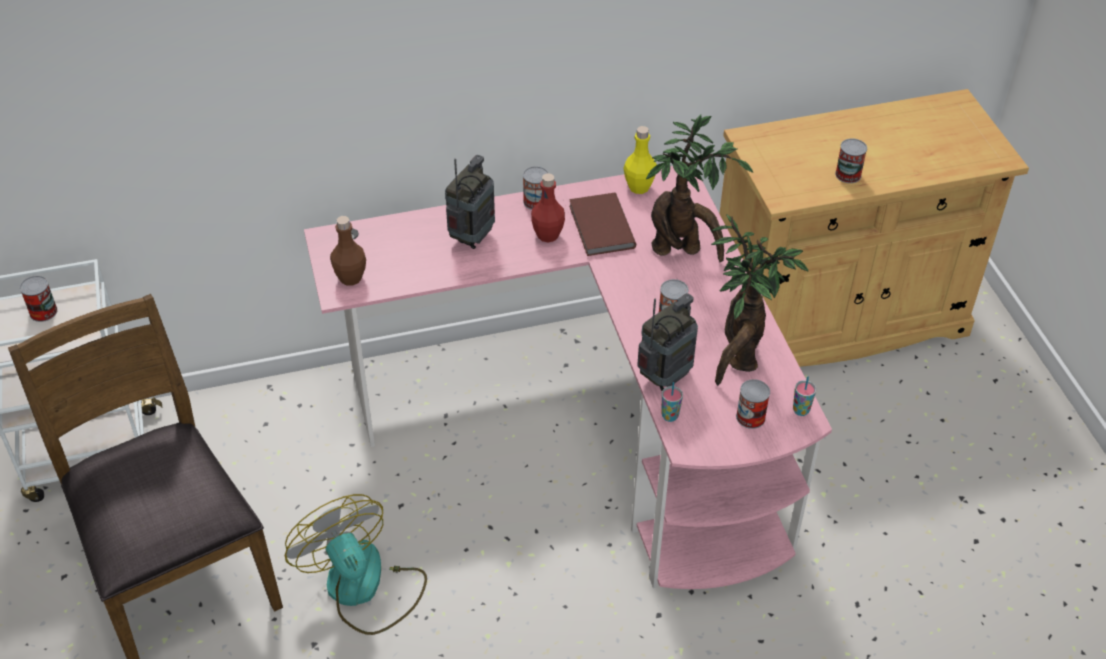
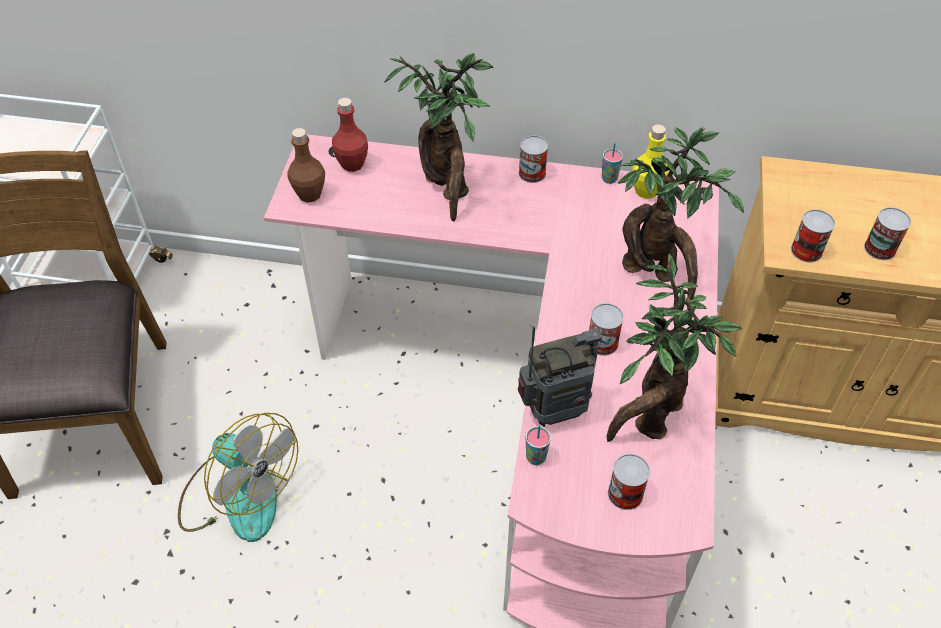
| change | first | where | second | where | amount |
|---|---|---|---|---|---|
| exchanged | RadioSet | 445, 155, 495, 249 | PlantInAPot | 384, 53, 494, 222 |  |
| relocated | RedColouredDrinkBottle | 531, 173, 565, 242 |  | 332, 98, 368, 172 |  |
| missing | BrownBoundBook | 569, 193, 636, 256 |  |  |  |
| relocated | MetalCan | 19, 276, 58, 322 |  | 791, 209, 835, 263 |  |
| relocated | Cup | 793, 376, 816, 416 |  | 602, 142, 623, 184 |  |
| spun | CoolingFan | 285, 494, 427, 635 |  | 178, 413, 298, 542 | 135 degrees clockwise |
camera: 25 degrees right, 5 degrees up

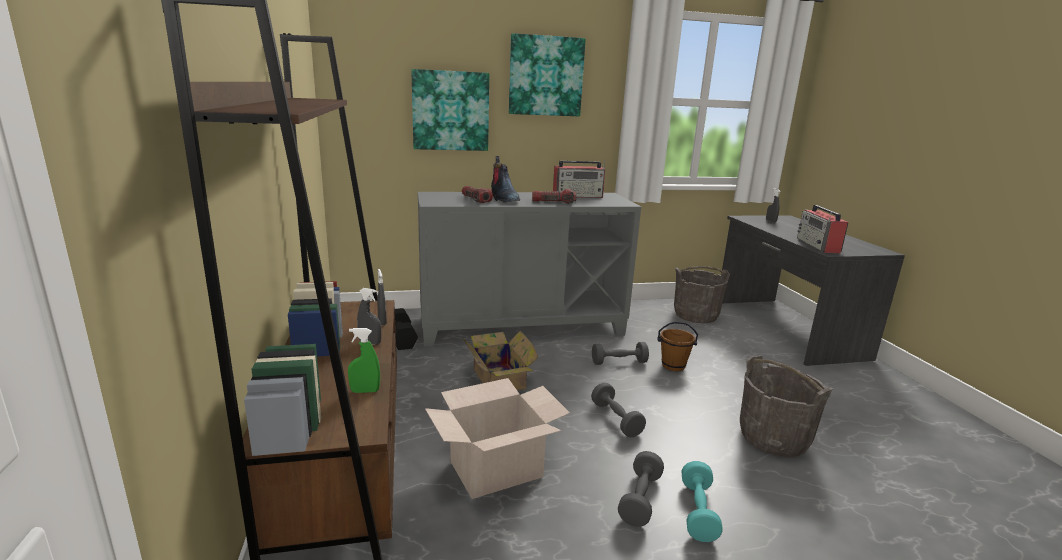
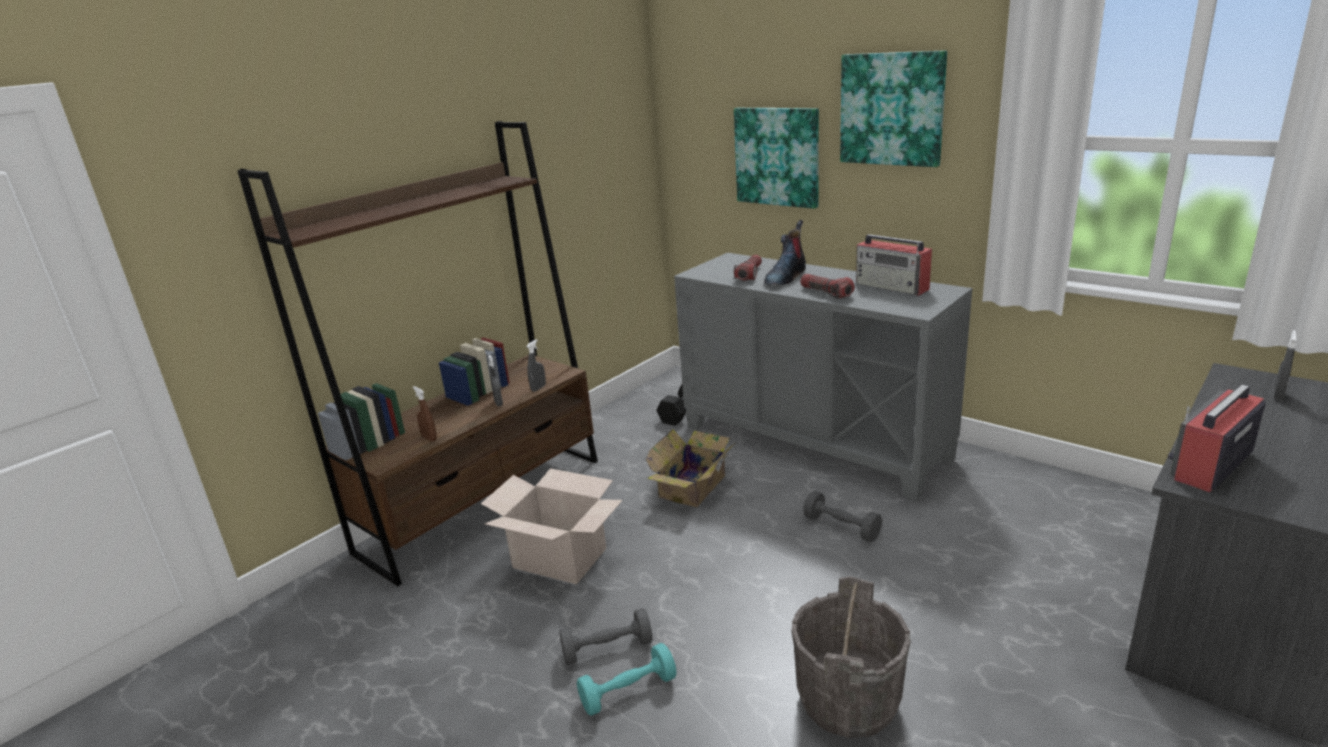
| change | first | where | second | where | amount |
|---|---|---|---|---|---|
| missing | GreyPail | 674, 266, 730, 323 |  |  |  |
| missing | BrownPail | 657, 322, 698, 371 |  |  |  |
| colour | GreenishSprayer | 348, 328, 380, 393 | BrownSprayer | 413, 386, 437, 441 |  |
| missing | GreyFreeWeight | 591, 383, 646, 437 |  |  |  |
camera: 55 degrees right, 5 degrees up

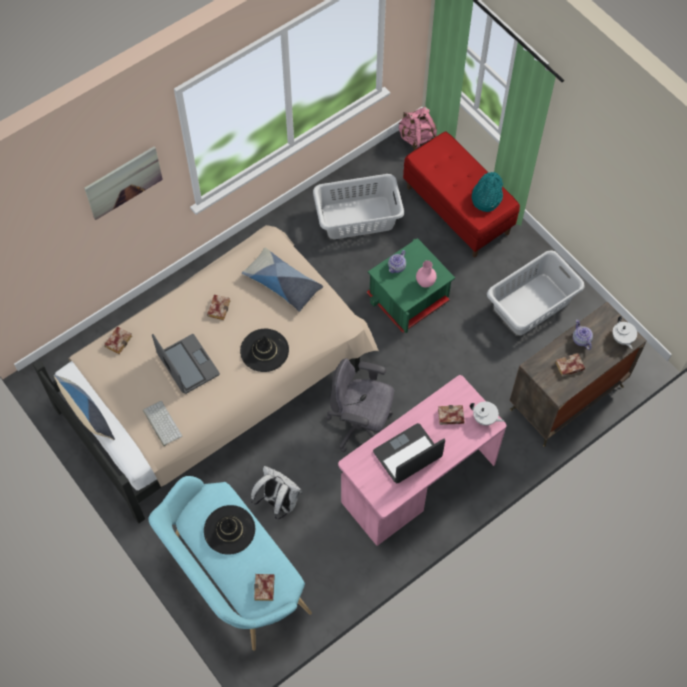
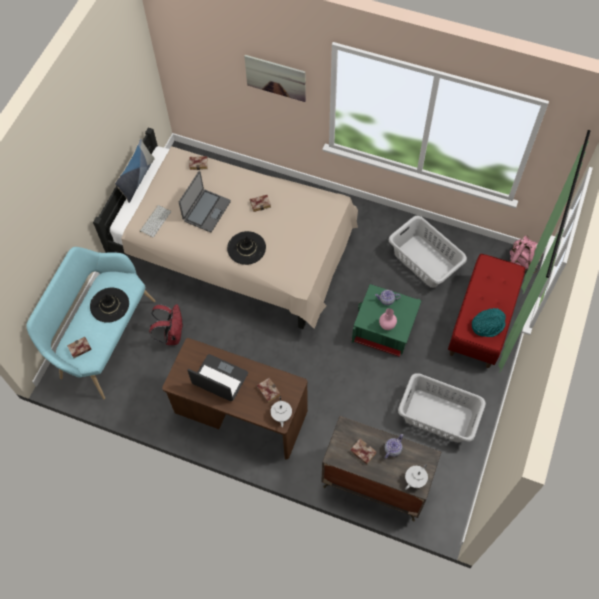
| change | first | where | second | where | amount |
|---|---|---|---|---|---|
| missing | Cushion | 242, 248, 323, 312 |  |  |  |
| missing | GreyOfficeChair | 326, 358, 394, 452 |  |  |  |
| colour | PinkDeskUnit | 338, 375, 507, 546 | BrownDeskUnit | 162, 338, 308, 460 |  |
| colour | WhitishKnapsack | 251, 466, 302, 519 | RedColouredKnapsack | 149, 304, 183, 345 |  |
camera: 60 degrees right, 0 degrees up

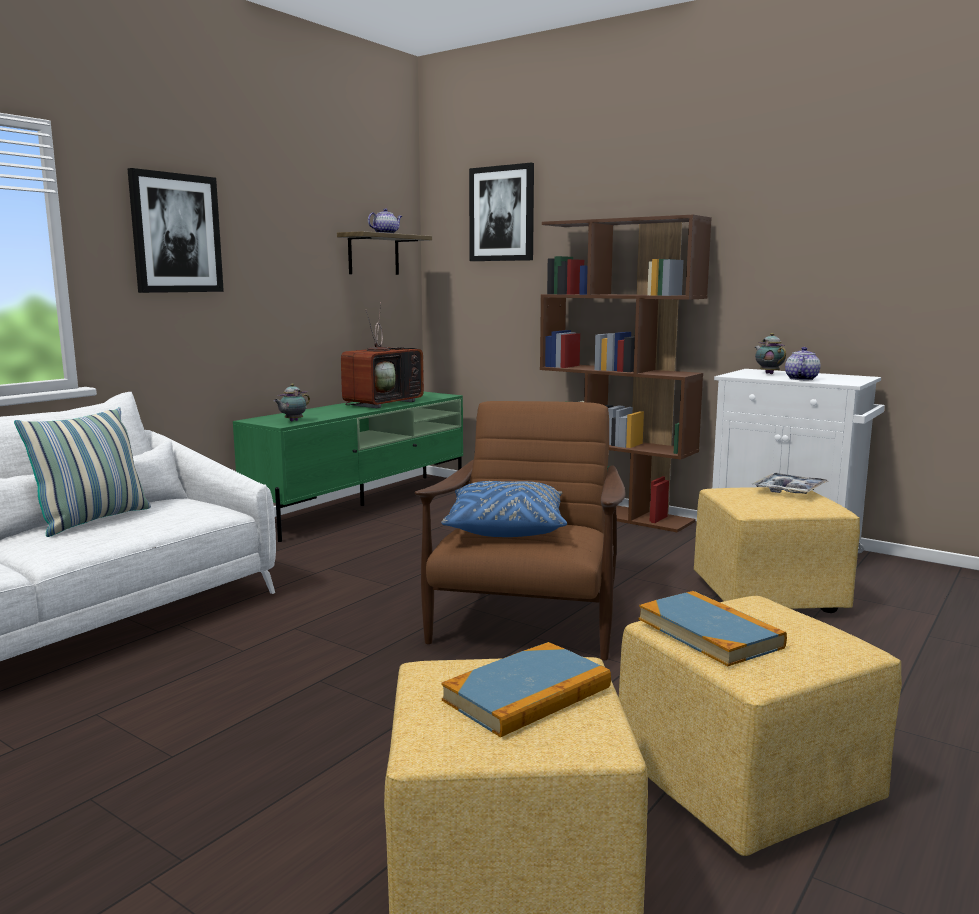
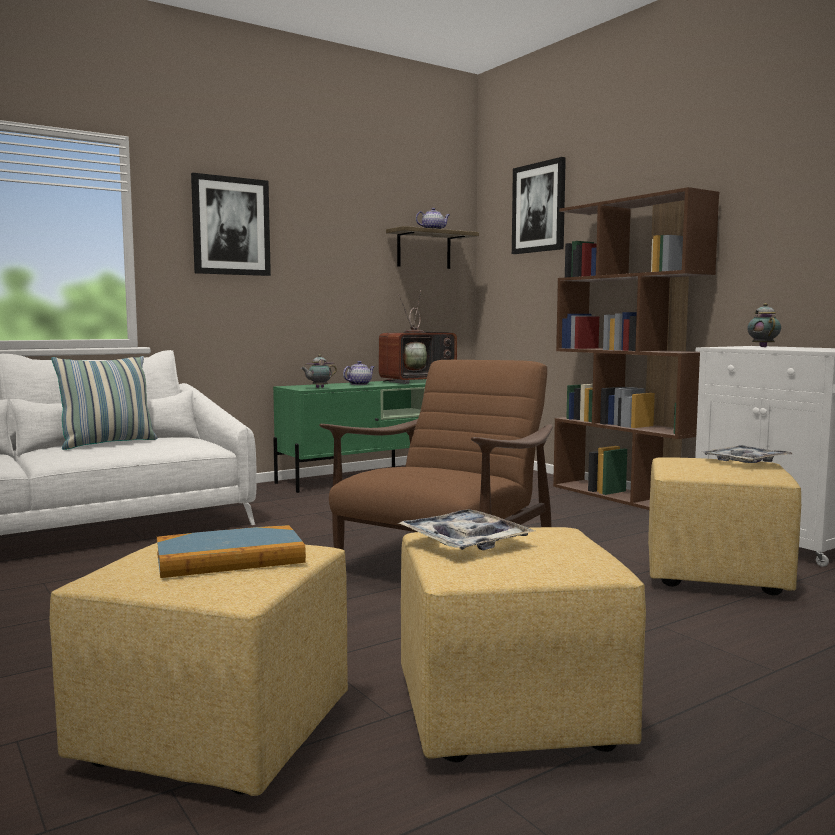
| change | first | where | second | where | amount |
|---|---|---|---|---|---|
| relocated | Teapot | 785, 347, 820, 380 |  | 343, 361, 375, 385 |  |
| missing | BlueCushion | 441, 481, 567, 537 |  |  |  |
| exchanged | BoundBook | 639, 591, 787, 666 | Tray | 399, 509, 535, 550 |  |
camera: 20 degrees right, 5 degrees down

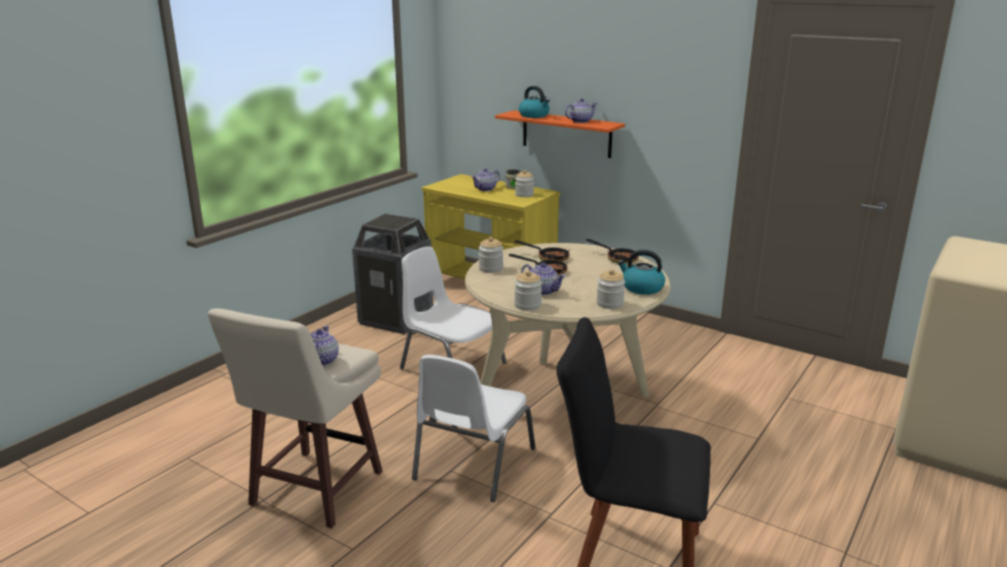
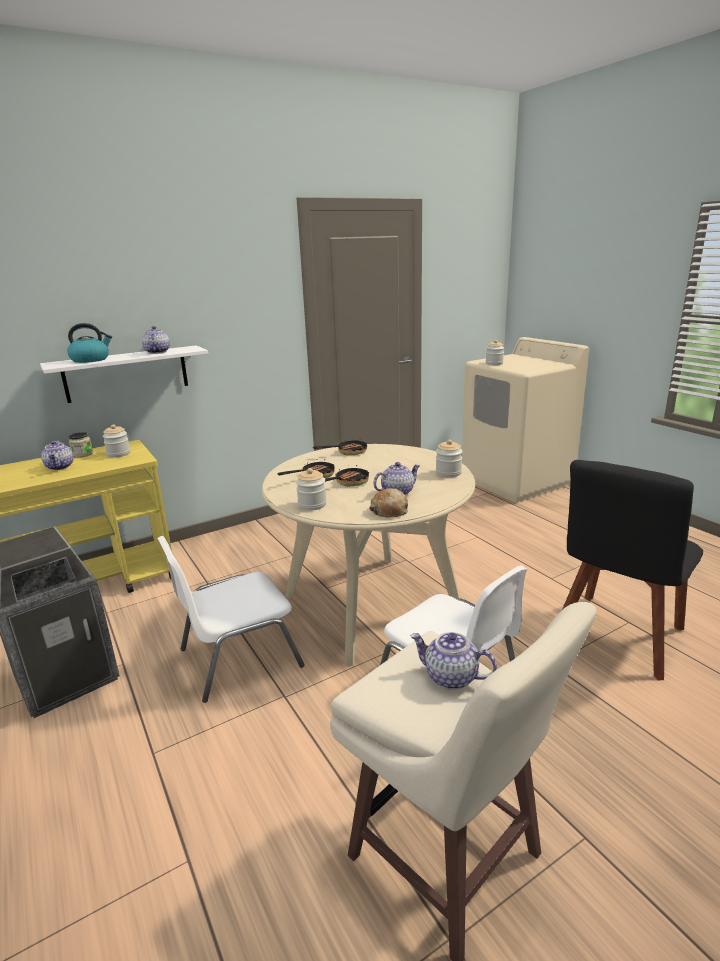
| change | first | where | second | where | amount |
|---|---|---|---|---|---|
| colour | OrangeColouredBracketShelf | 495, 110, 625, 158 | WhitishBracketShelf | 40, 346, 208, 403 |  |
| missing | Kettle | 618, 250, 665, 295 |  |  |  |
| relocated | PreserveJar | 514, 271, 542, 311 |  | 486, 340, 504, 365 |  |
| appeared |  |  | BakedBread | 369, 488, 408, 517 |  |
camera: 65 degrees left, 0 degrees up

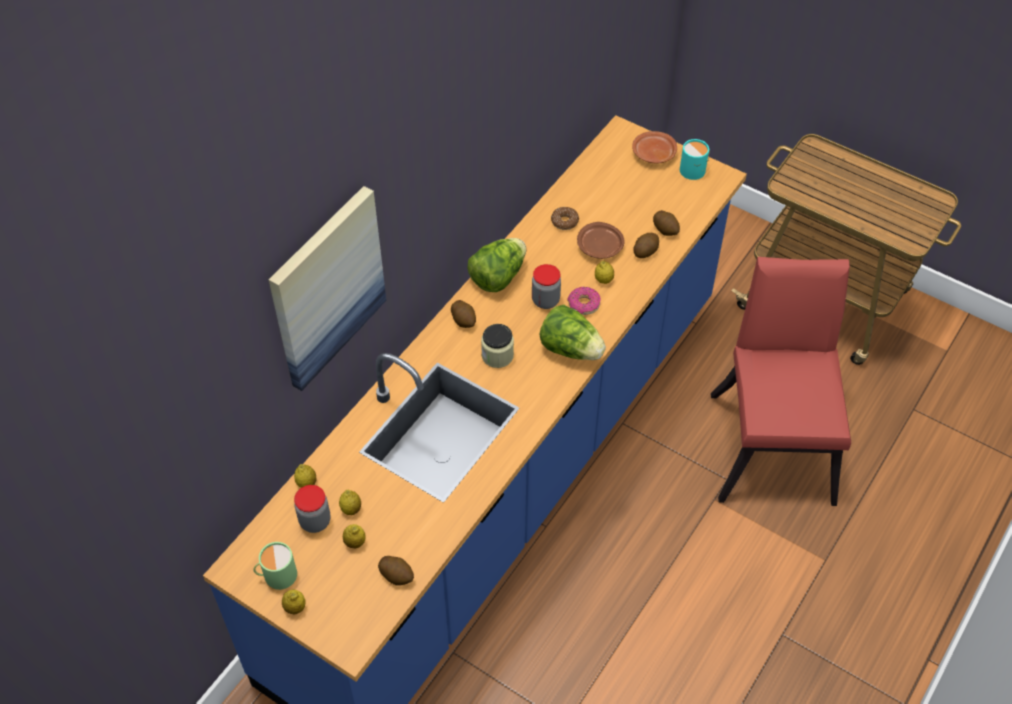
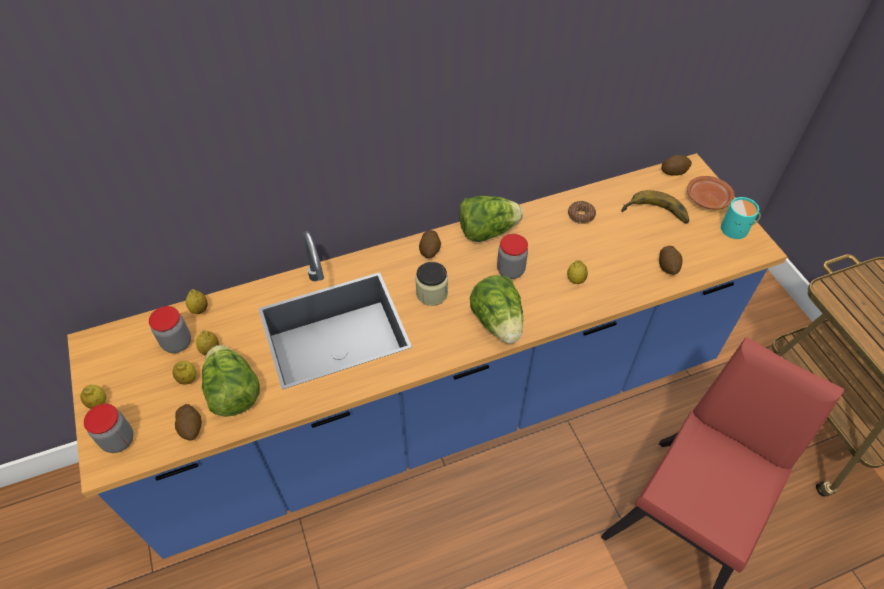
| change | first | where | second | where | amount |
|---|---|---|---|---|---|
| missing | Picture | 269, 186, 386, 391 |  |  |  |
| missing | BrownPlate | 577, 222, 624, 259 |  |  |  |
| relocated | WholePotato | 633, 233, 659, 258 |  | 661, 155, 692, 176 |  |
| missing | Donut | 567, 287, 601, 315 |  |  |  |
| missing | GreenishCoffeeMug | 253, 542, 297, 590 |  |  |  |
| appeared |  |  | WholeBanana | 621, 190, 689, 224 |  |
| appeared |  |  | LettuceHead | 202, 345, 260, 417 |  |
| appeared |  |  | PreserveJar | 84, 404, 134, 453 |  |
camera: 35 degrees right, 0 degrees up

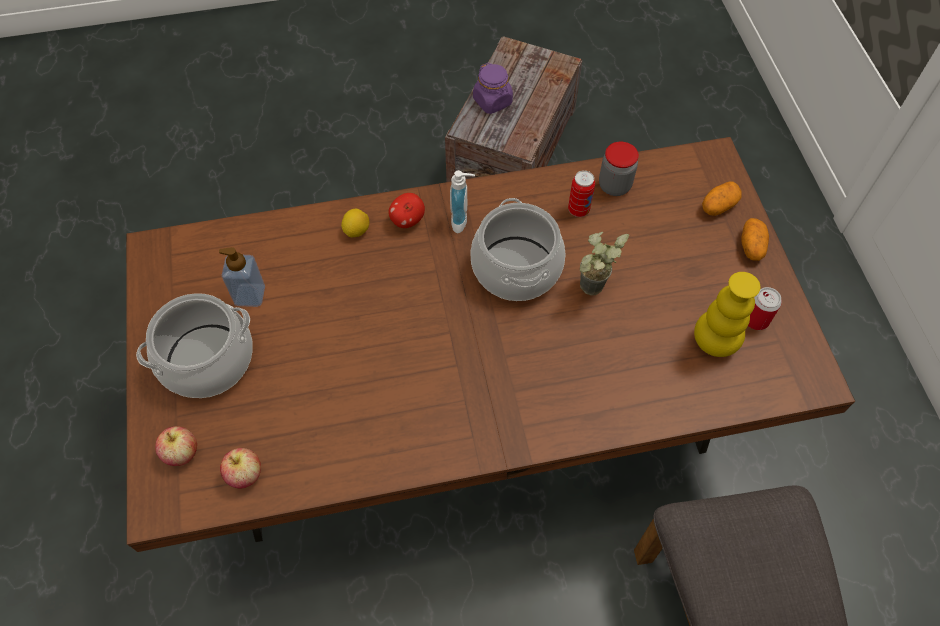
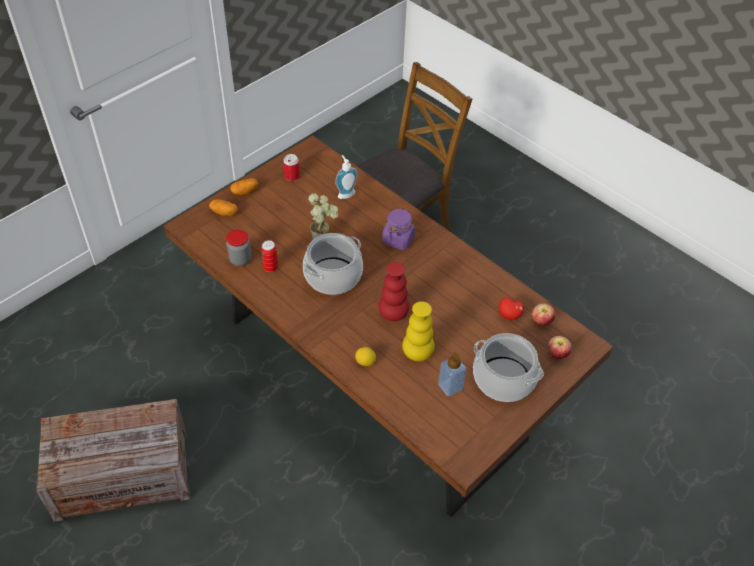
| change | first | where | second | where | amount |
|---|---|---|---|---|---|
| relocated | PurplishPreserveJar | 473, 63, 513, 114 |  | 382, 208, 416, 250 |  |
| relocated | LiquidSoapBottle | 450, 170, 475, 233 |  | 335, 155, 358, 199 |  |
| relocated | Apple | 388, 193, 425, 228 |  | 499, 297, 524, 320 |  |
| relocated | YellowishVase | 694, 272, 761, 357 |  | 402, 301, 435, 361 |  |
| appeared |  |  | RedColouredVase | 378, 262, 409, 322 |  |
camera: 125 degrees left, 10 degrees down

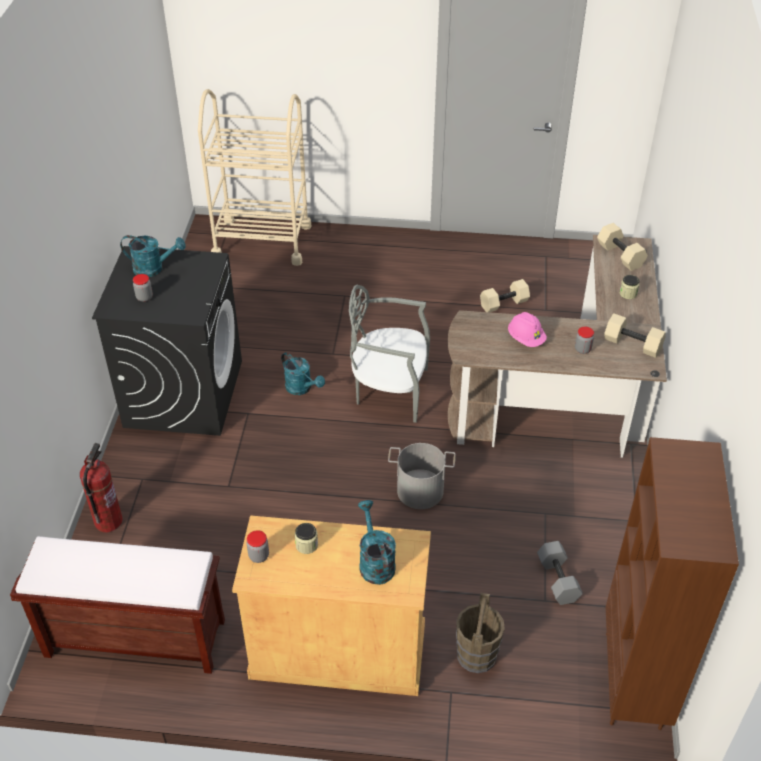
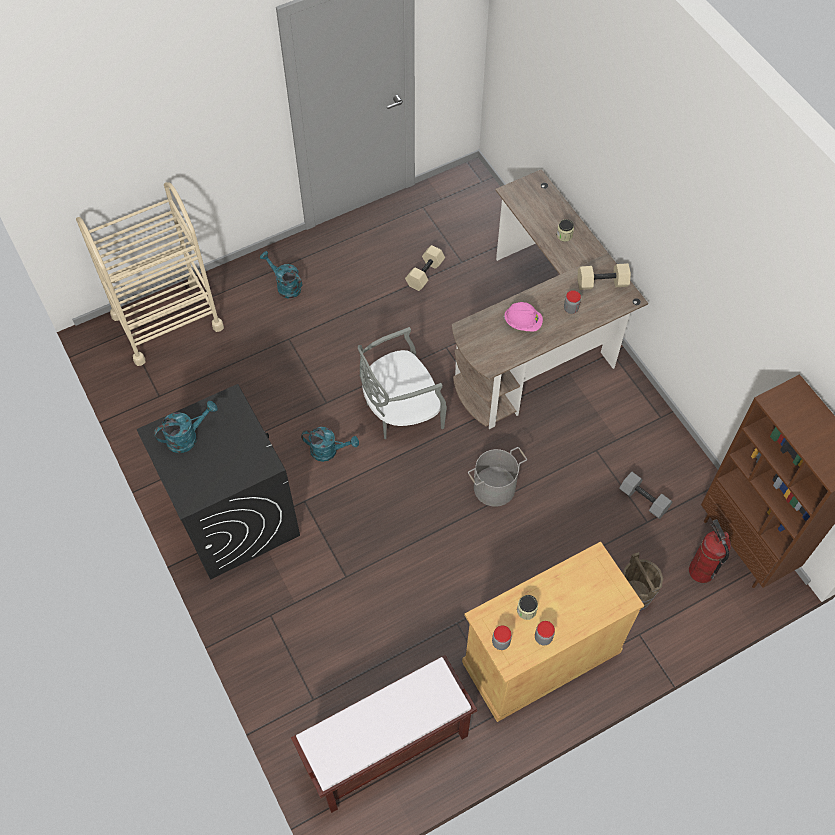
| change | first | where | second | where | amount |
|---|---|---|---|---|---|
| missing | BeigeColouredFreeWeight | 597, 223, 648, 271 |  |  |  |
| relocated | PreserveJar | 133, 274, 153, 302 |  | 535, 621, 555, 645 |  |
| relocated | FireFightingCylinder | 80, 443, 123, 532 |  | 689, 519, 731, 583 |  |
| relocated | BlueGreenWateringPot | 358, 500, 396, 585 |  | 260, 251, 302, 298 |  |
camera: 35 degrees left, 15 degrees up

